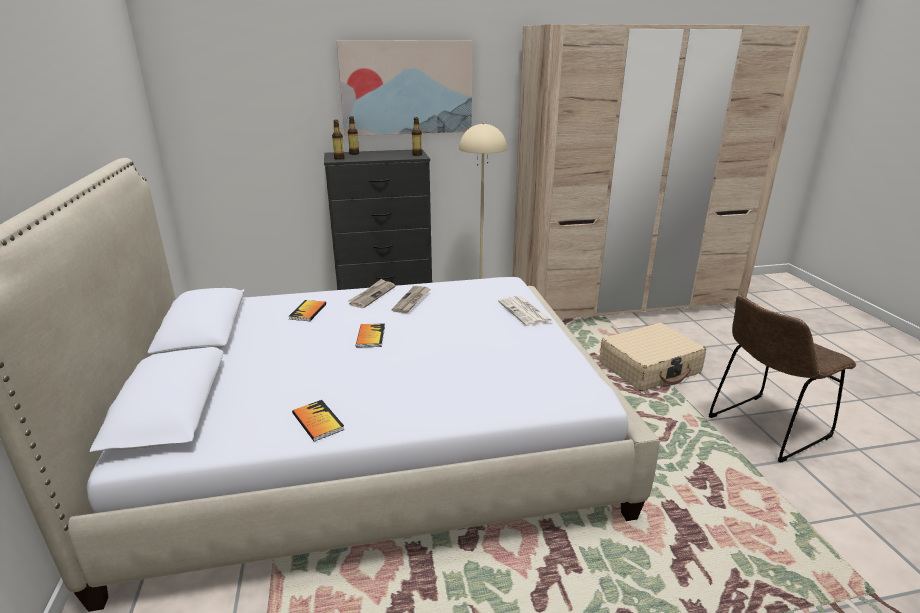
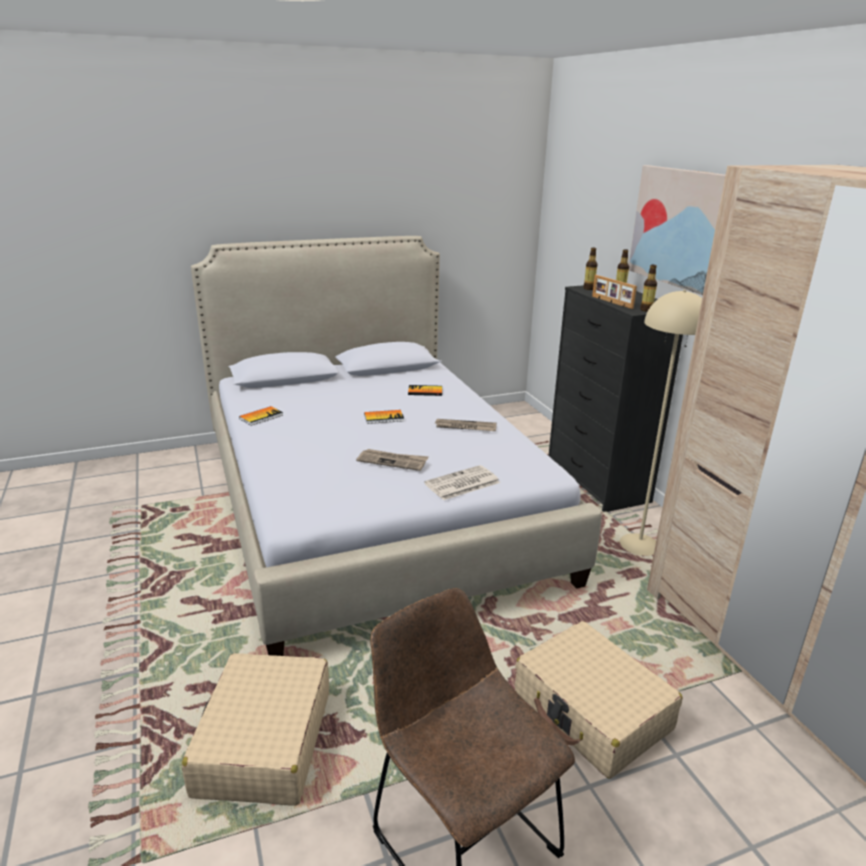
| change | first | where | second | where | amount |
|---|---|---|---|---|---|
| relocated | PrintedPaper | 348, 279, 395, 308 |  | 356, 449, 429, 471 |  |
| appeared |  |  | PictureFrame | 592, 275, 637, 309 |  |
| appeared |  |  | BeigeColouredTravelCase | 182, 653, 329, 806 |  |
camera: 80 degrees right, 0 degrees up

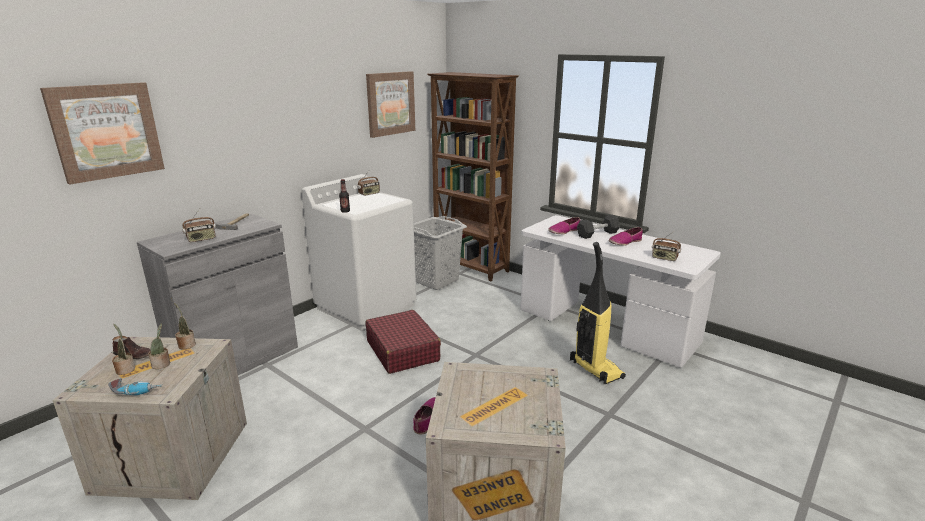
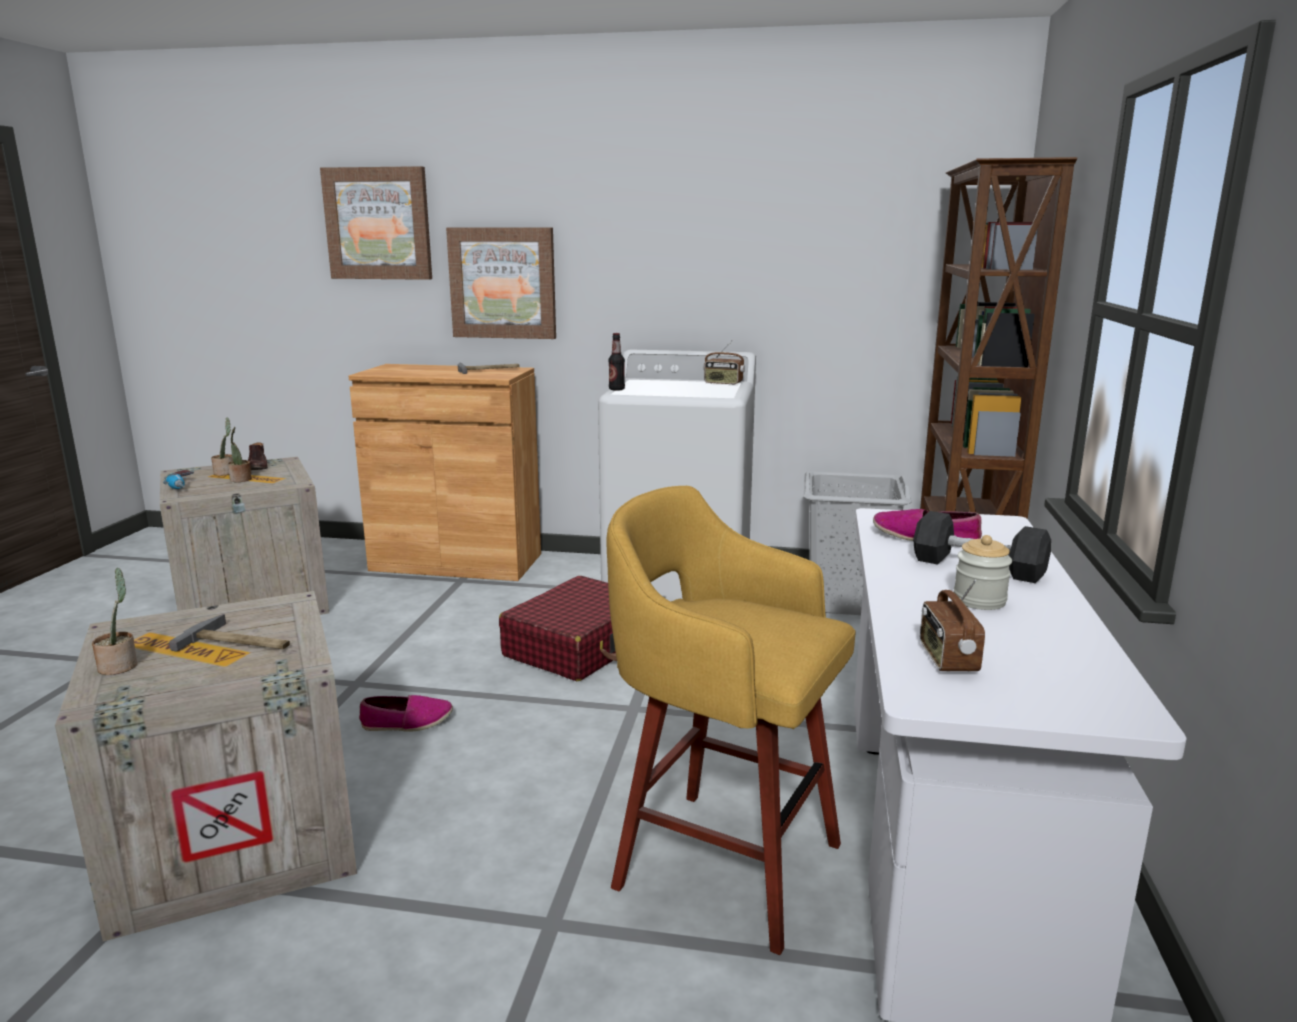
| change | first | where | second | where | amount |
|---|---|---|---|---|---|
| relocated | Picture | 366, 71, 415, 138 |  | 446, 228, 556, 339 |  |
| missing | RadioSet | 182, 209, 216, 242 |  |  |  |
| colour | GreyCabinet | 137, 214, 298, 375 | BrownCabinet | 349, 364, 541, 581 |  |
| exchanged | Shoe | 609, 227, 643, 246 | PreserveJar | 953, 535, 1012, 610 |  |
| exchanged | VacuumCleaner | 570, 242, 626, 384 | YellowishSittingStool | 606, 486, 856, 955 |  |
| relocated | PlantInAPot | 174, 303, 196, 350 |  | 92, 568, 137, 675 |  |
| appeared |  |  | ToolHammer | 169, 614, 290, 651 |  |
camera: 60 degrees right, 5 degrees down

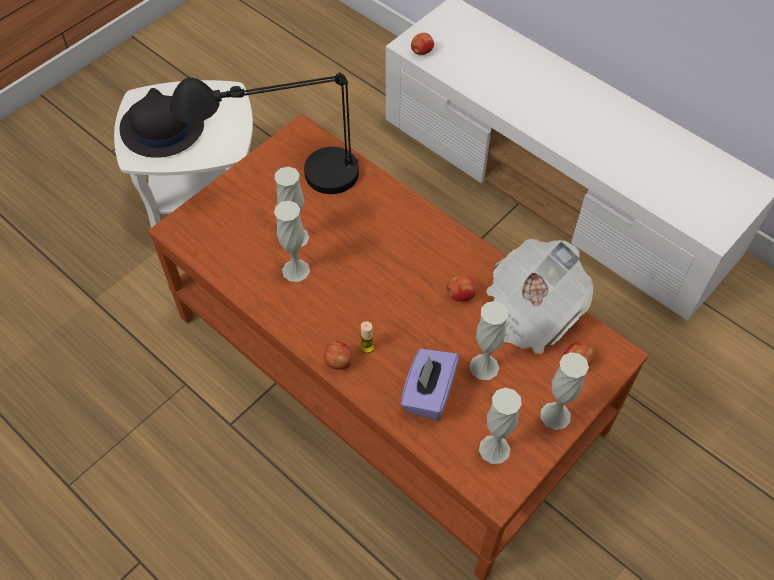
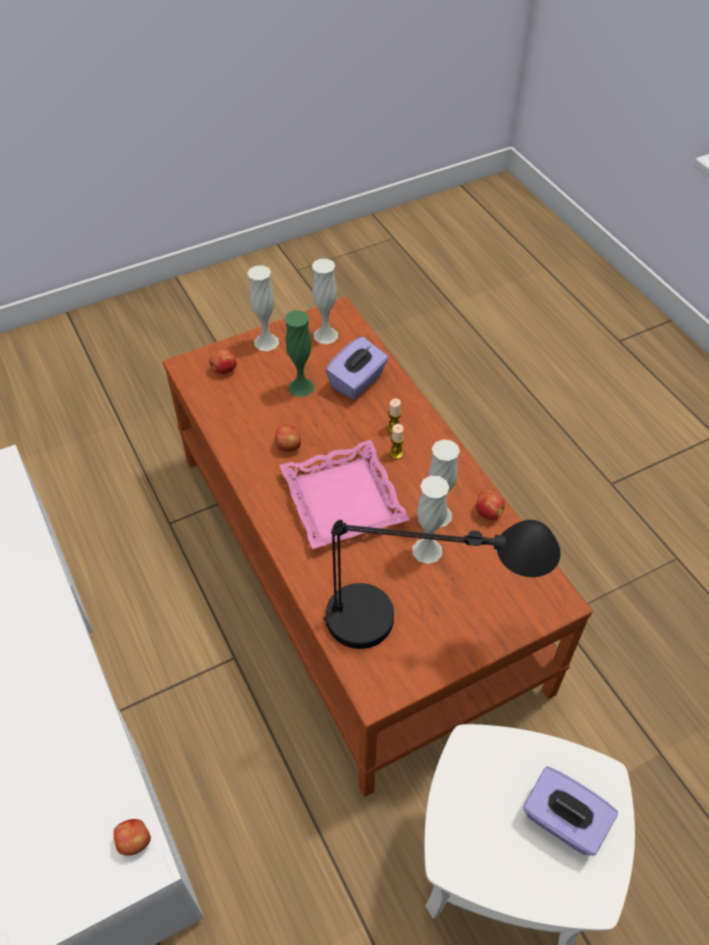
| change | first | where | second | where | amount |
|---|---|---|---|---|---|
| exchanged | BlackColouredWearableHat | 120, 88, 204, 158 | PurplishTissueBox | 523, 766, 618, 856 |  |
| missing | PrintedPaper | 486, 239, 593, 354 |  |  |  |
| colour | WhitishVase | 469, 301, 508, 380 | GreenishVase | 285, 310, 315, 397 |  |
| relocated | Apple | 323, 341, 351, 369 |  | 476, 490, 505, 520 |  |
| appeared |  |  | WaxCandle | 390, 424, 404, 459 |  |
| appeared |  |  | PinkTray | 279, 440, 410, 549 |  |
camera: 160 degrees left, 5 degrees down

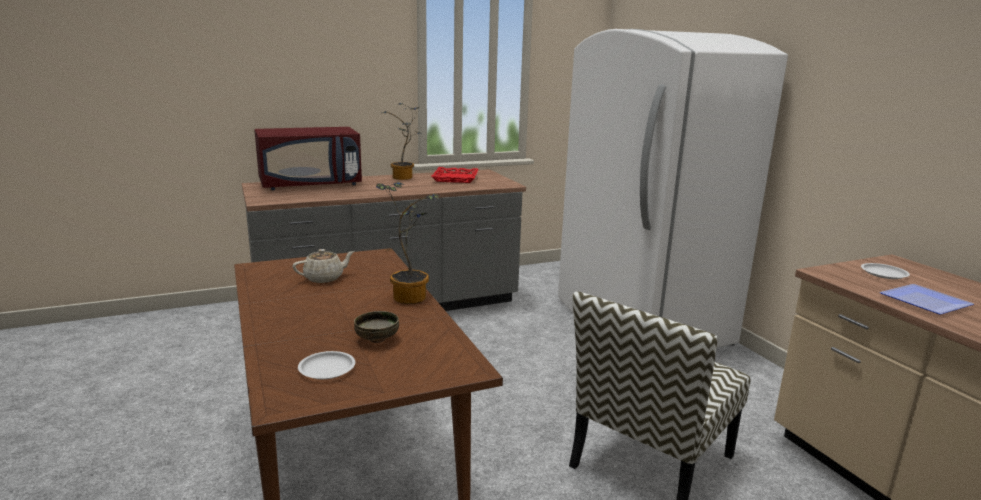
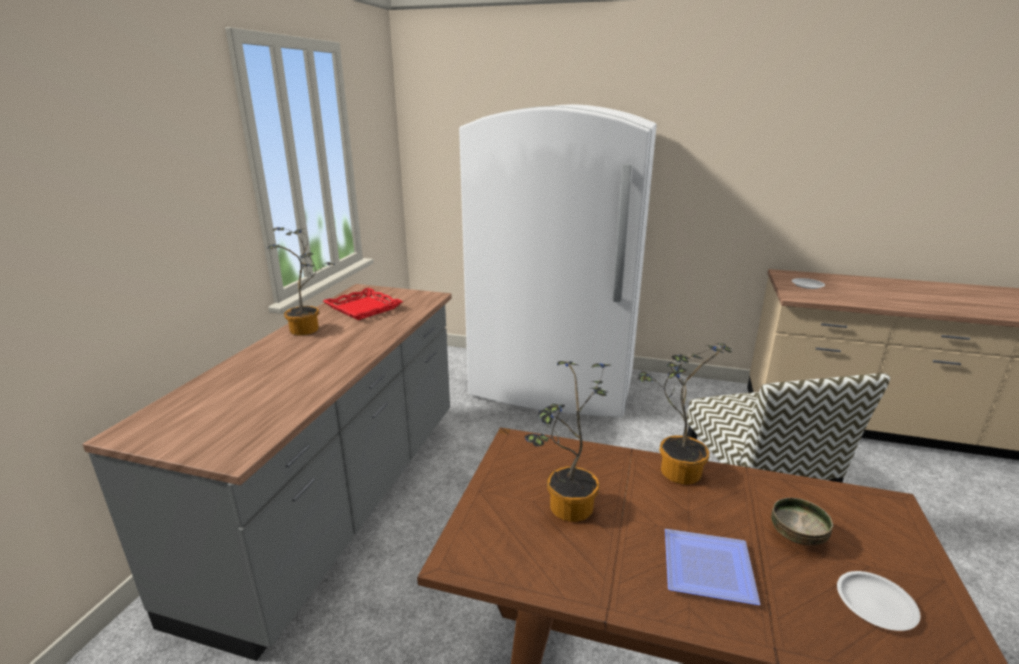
| change | first | where | second | where | amount |
|---|---|---|---|---|---|
| missing | RedColouredKitchenMicrowave | 254, 127, 362, 190 |  |  |  |
| exchanged | BeigeColouredTeapot | 293, 249, 355, 283 | PlantInAPot | 525, 361, 611, 522 |  |
| relocated | Plate | 880, 284, 974, 315 |  | 665, 529, 760, 605 |  |
camera: 50 degrees left, 5 degrees up

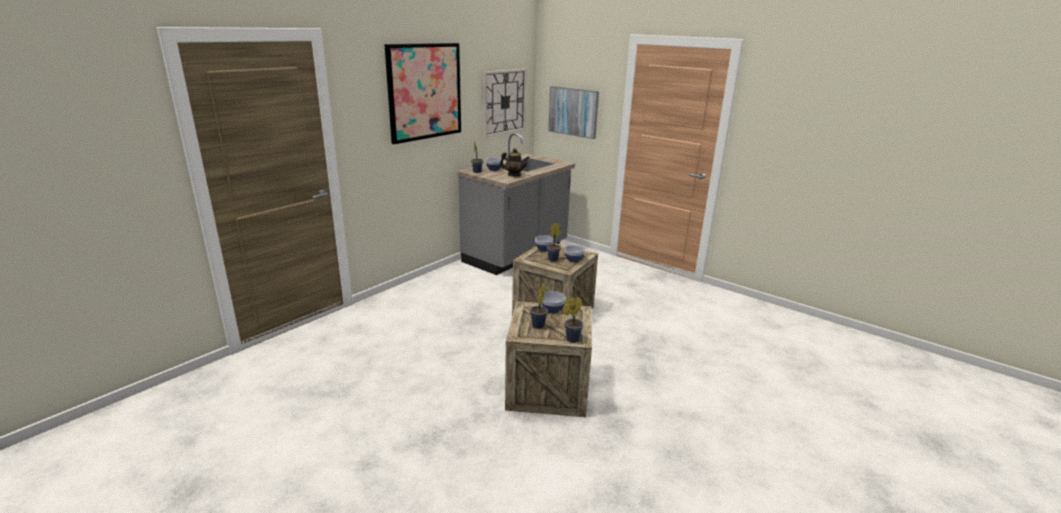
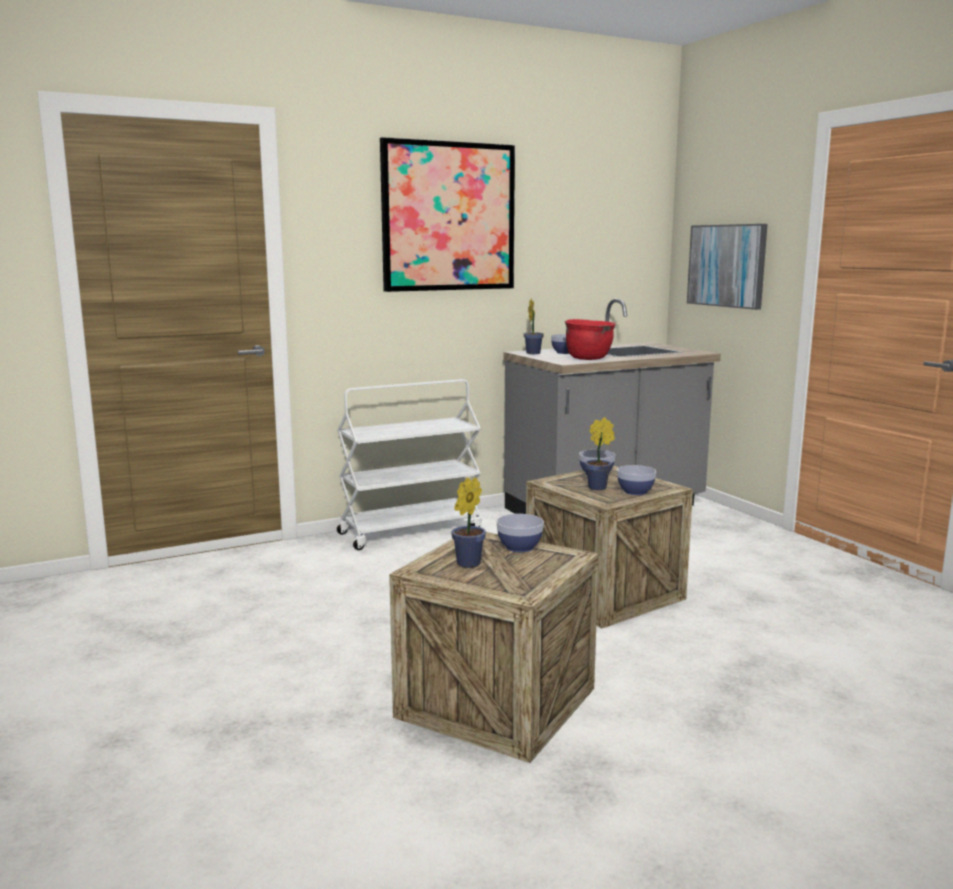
| change | first | where | second | where | amount |
|---|---|---|---|---|---|
| missing | WallClock | 483, 69, 526, 138 |  |  |  |
| exchanged | Teapot | 500, 148, 529, 177 | RedColouredStockpot | 565, 319, 616, 360 |  |
| missing | PlantInAPot | 563, 297, 583, 343 |  |  |  |
| appeared |  |  | WhitishTrolley | 337, 379, 482, 550 |  |
camera: 25 degrees right, 10 degrees down

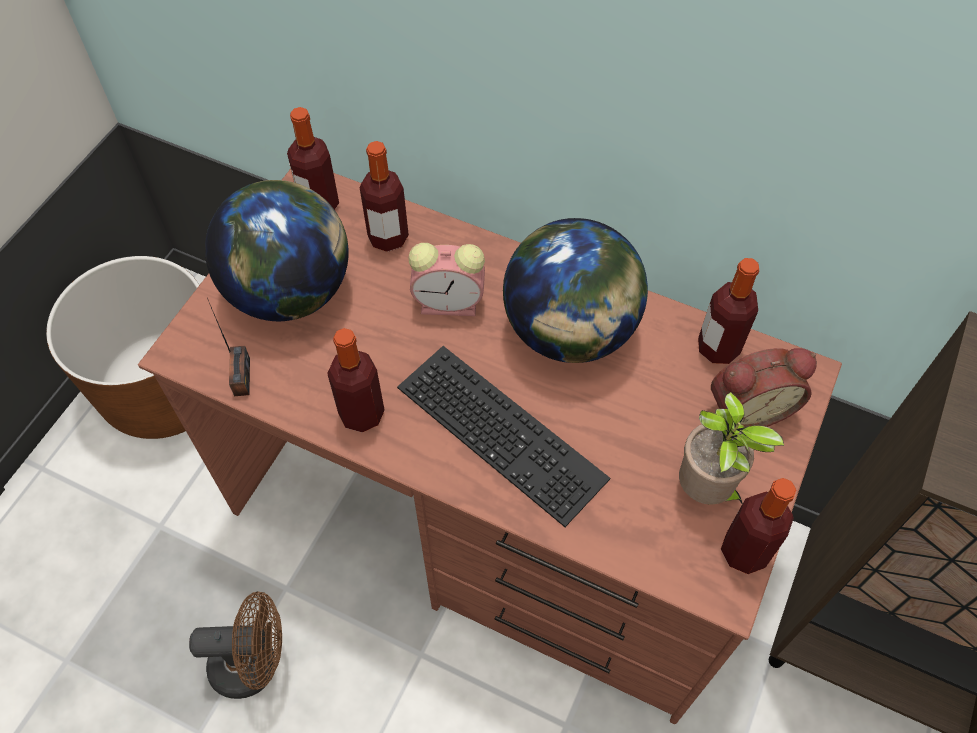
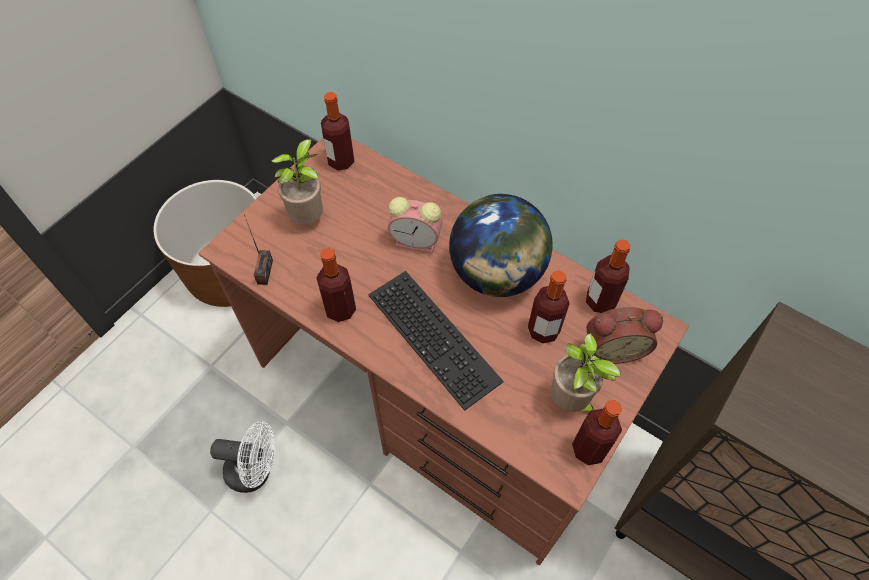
| change | first | where | second | where | amount |
|---|---|---|---|---|---|
| relocated | DrinkBottle | 360, 141, 409, 252 |  | 528, 270, 570, 344 |  |
| exchanged | DeskGlobe | 205, 180, 349, 321 | PlantInAPot | 271, 139, 323, 225 |  |
| colour | BrownCoolingFan | 189, 592, 282, 699 | WhitishCoolingFan | 210, 421, 275, 493 |  |
camera: 10 degrees right, 0 degrees up

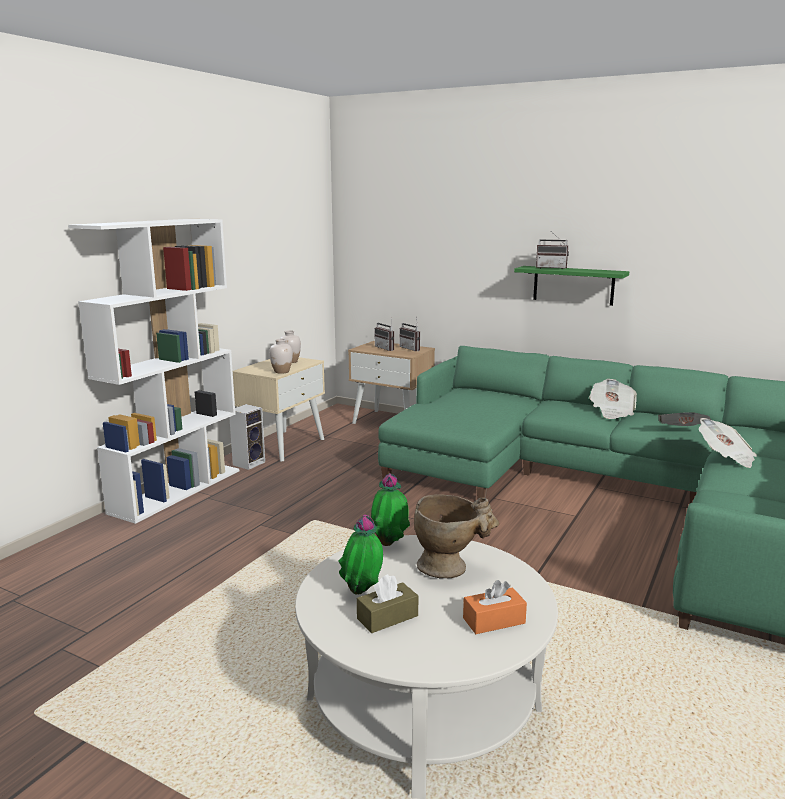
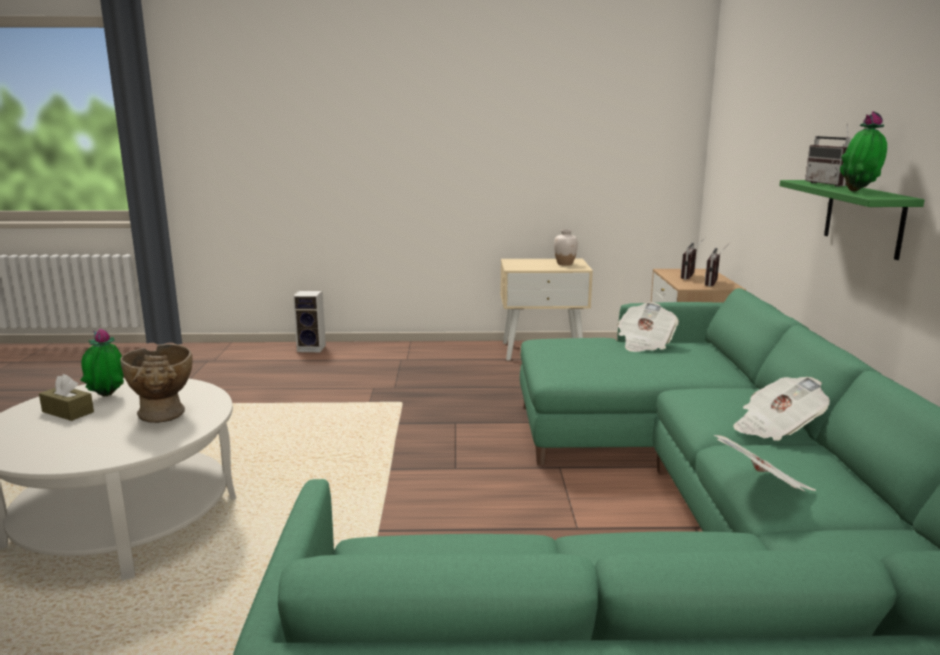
| change | first | where | second | where | amount |
|---|---|---|---|---|---|
| missing | WhitishShelvingUnit | 68, 219, 239, 524 |  |  |  |
| missing | WhitishVase | 269, 339, 293, 374 |  |  |  |
| relocated | Speaker | 229, 404, 265, 470 |  | 293, 290, 326, 352 |  |
| relocated | PrintedPaper | 699, 418, 757, 468 |  | 617, 302, 679, 352 |  |
| relocated | PlantInAPot | 371, 473, 410, 546 |  | 840, 111, 887, 191 |  |
| missing | OrangeColouredTissueBox | 463, 580, 527, 634 |  |  |  |
camera: 60 degrees right, 0 degrees up

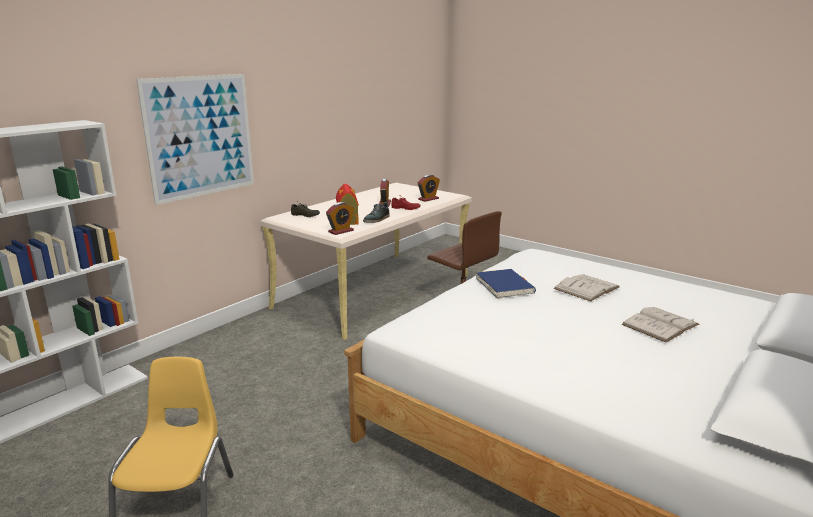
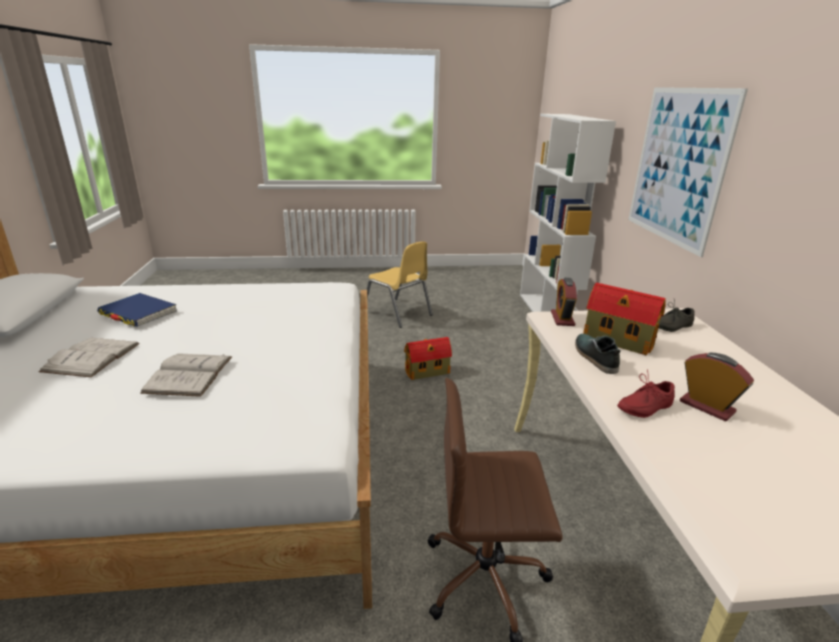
| change | first | where | second | where | amount |
|---|---|---|---|---|---|
| missing | BedsideClock | 418, 175, 440, 202 |  |  |  |
| relocated | BlueBoundBook | 476, 269, 536, 299 |  | 97, 293, 177, 327 |  |
| appeared |  |  | MiniatureHouse | 404, 337, 452, 380 |  |
camera: 135 degrees right, 5 degrees up

